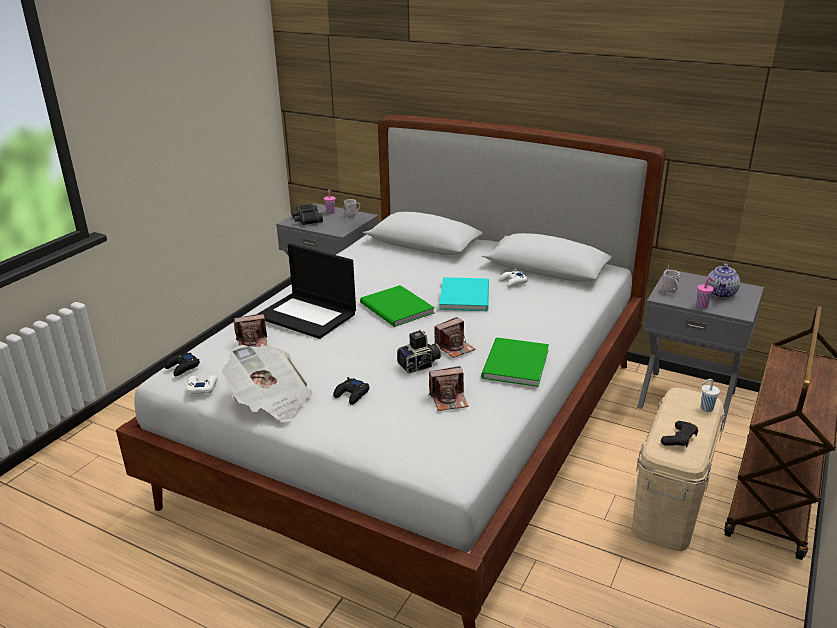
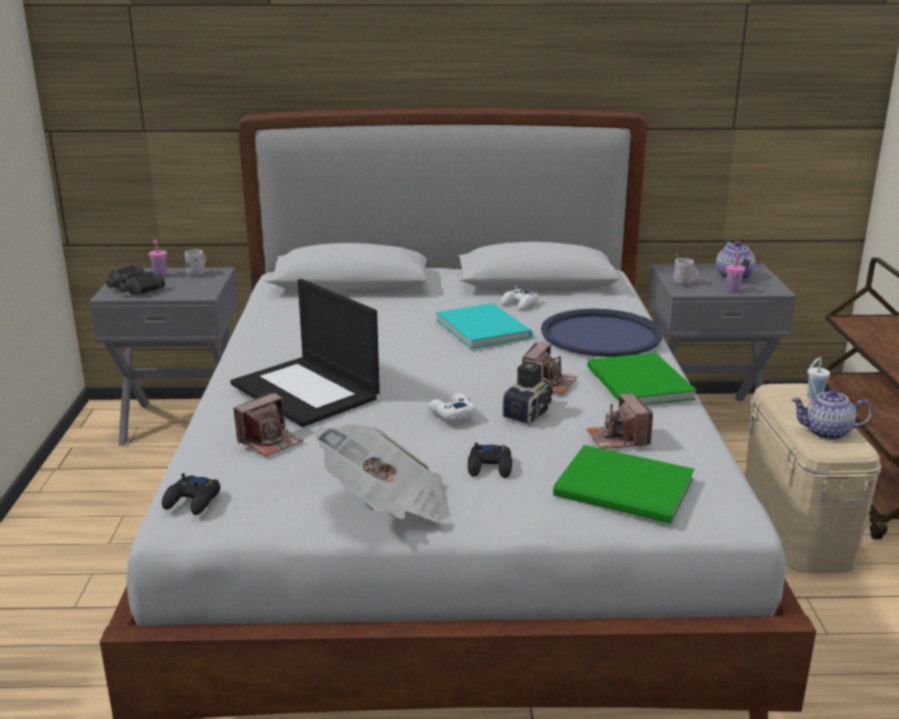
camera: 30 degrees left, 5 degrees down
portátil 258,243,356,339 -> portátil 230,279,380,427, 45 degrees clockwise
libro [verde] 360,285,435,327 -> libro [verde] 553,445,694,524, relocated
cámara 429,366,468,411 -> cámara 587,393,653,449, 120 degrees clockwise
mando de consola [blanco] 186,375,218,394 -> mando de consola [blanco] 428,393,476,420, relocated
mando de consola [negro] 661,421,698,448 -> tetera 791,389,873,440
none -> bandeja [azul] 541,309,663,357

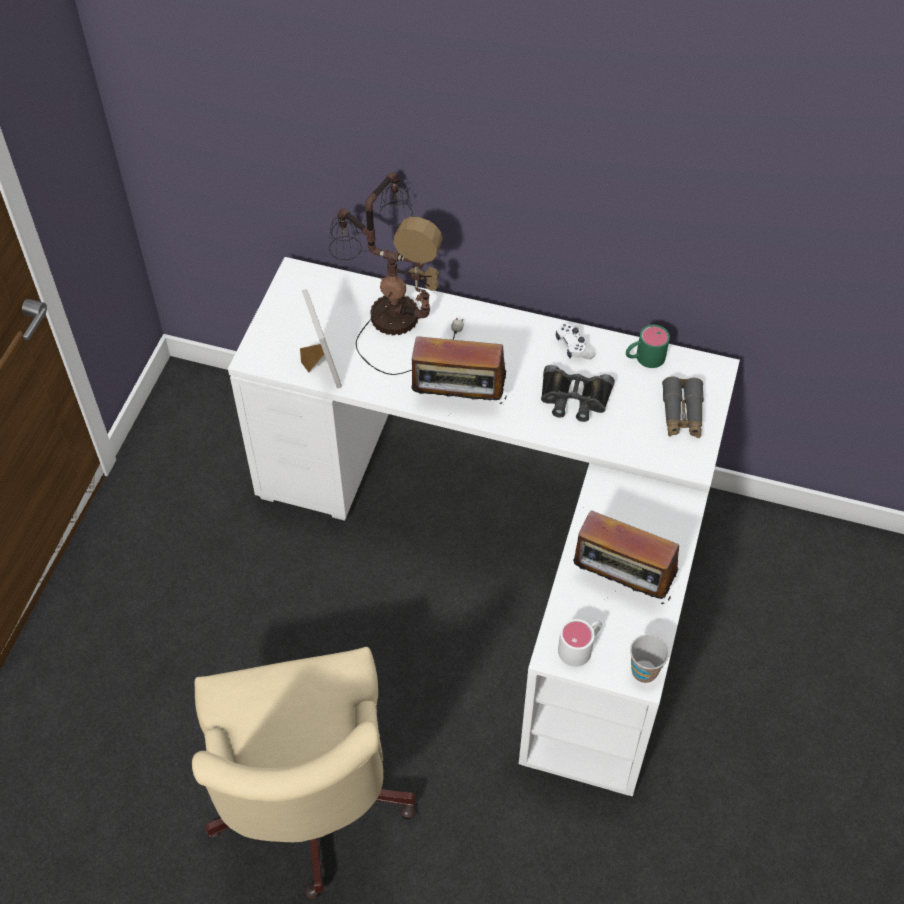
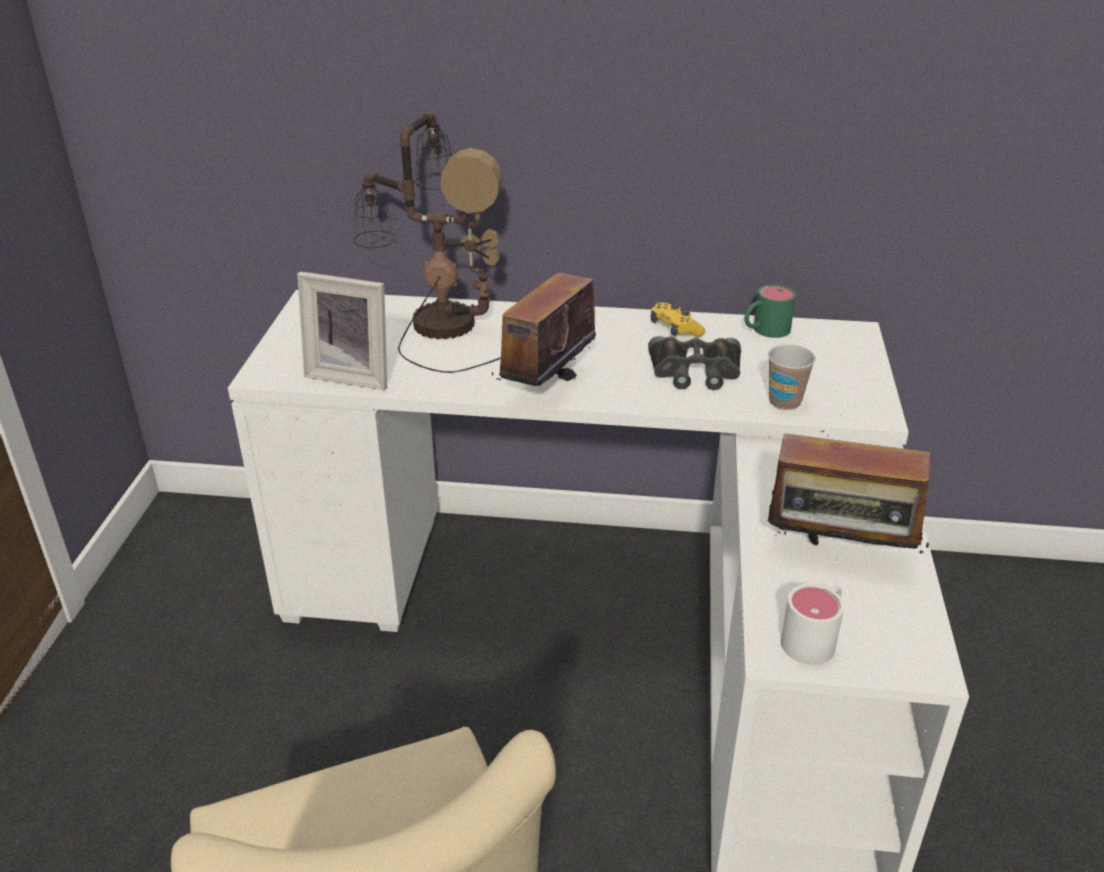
camera: 10 degrees left, 20 degrees down
portarretratos 300,289,342,389 -> portarretratos 297,271,387,390, 135 degrees clockwise
mando de consola [blanco] 556,323,596,359 -> mando de consola [amarillo] 651,302,705,337
radio 408,329,507,412 -> radio 491,252,605,386, 120 degrees clockwise
prismáticos [gris] 662,376,704,438 -> none
taza 630,634,669,683 -> taza 768,344,816,410, relocated

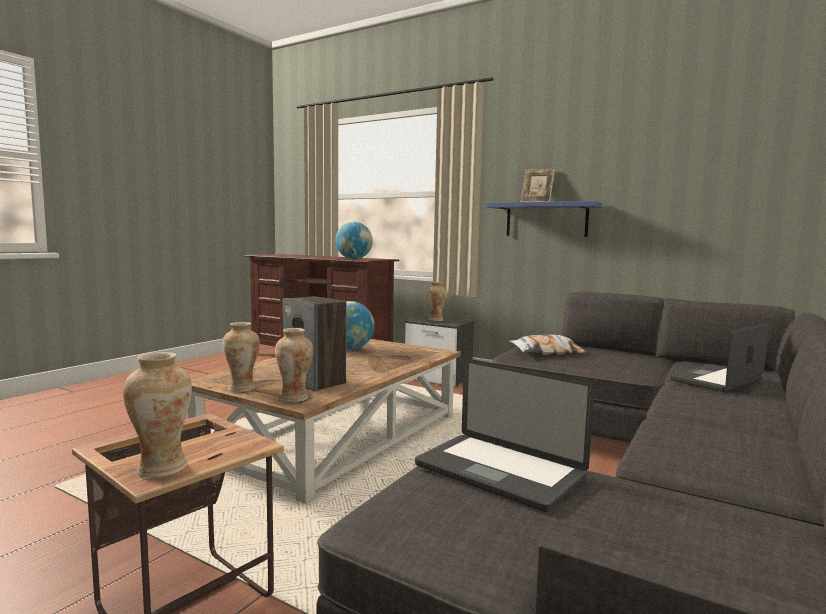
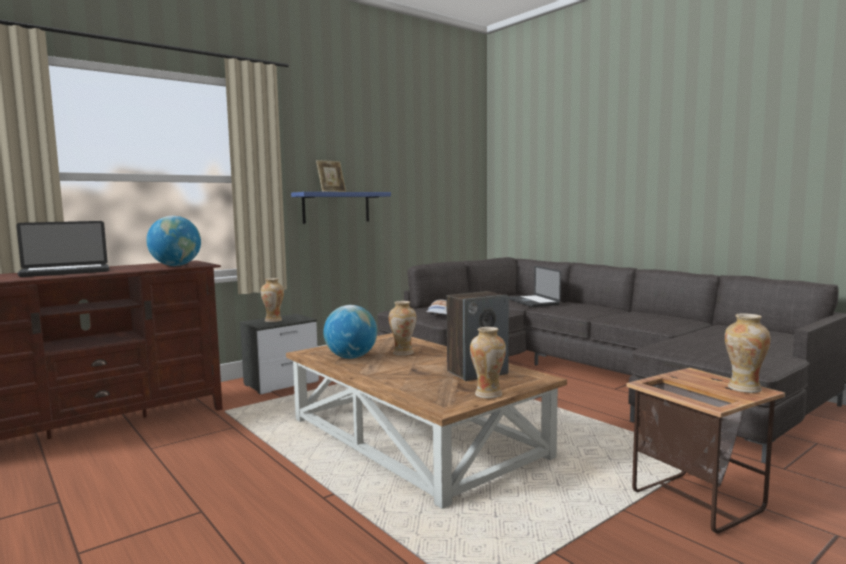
camera: 70 degrees left, 0 degrees up
florero 275,328,313,402 -> florero 389,301,416,356, relocated
portátil 415,359,594,512 -> portátil 16,221,109,277, relocated

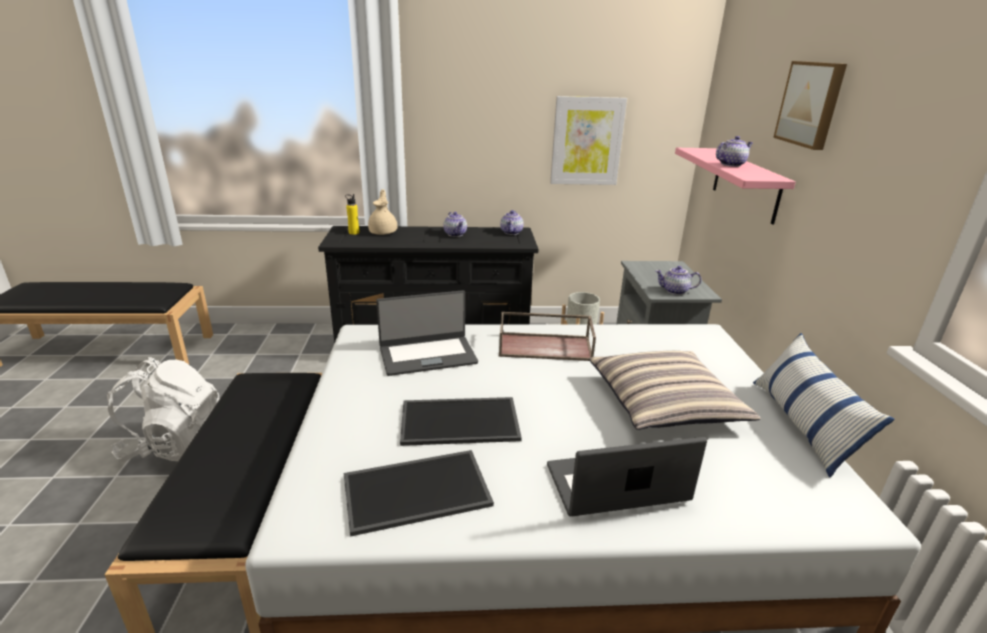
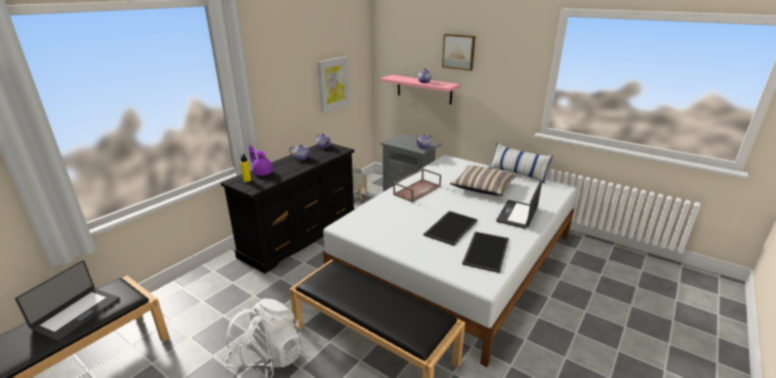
camera: 50 degrees left, 0 degrees up
tetera [beis] 368,189,397,235 -> tetera [morado] 249,145,273,176
portátil 376,290,478,376 -> portátil 15,260,120,342, relocated

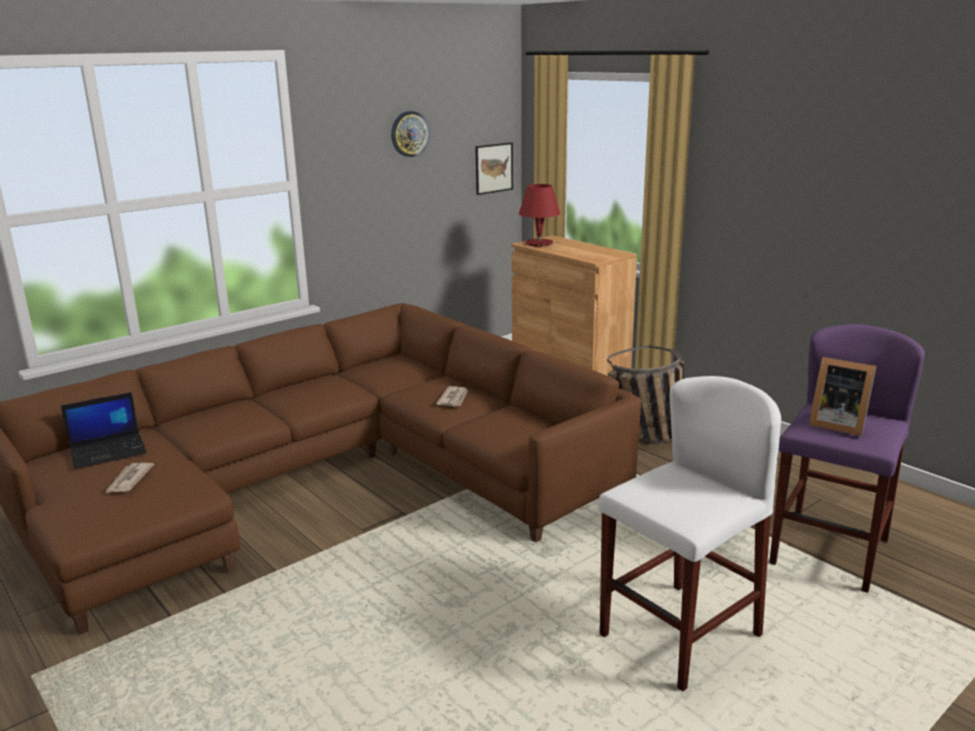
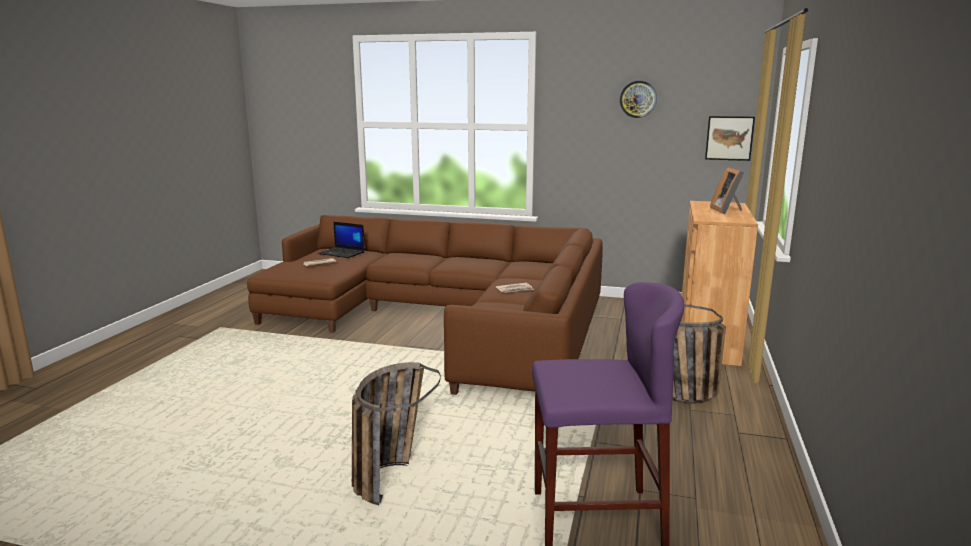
camera: 55 degrees right, 5 degrees down
lámpara de mesa [rojo] 519,184,560,247 -> none
portarretratos 809,357,877,436 -> portarretratos 710,167,744,214, relocated
taburete [blanco] 598,376,781,691 -> cesta 352,362,441,505

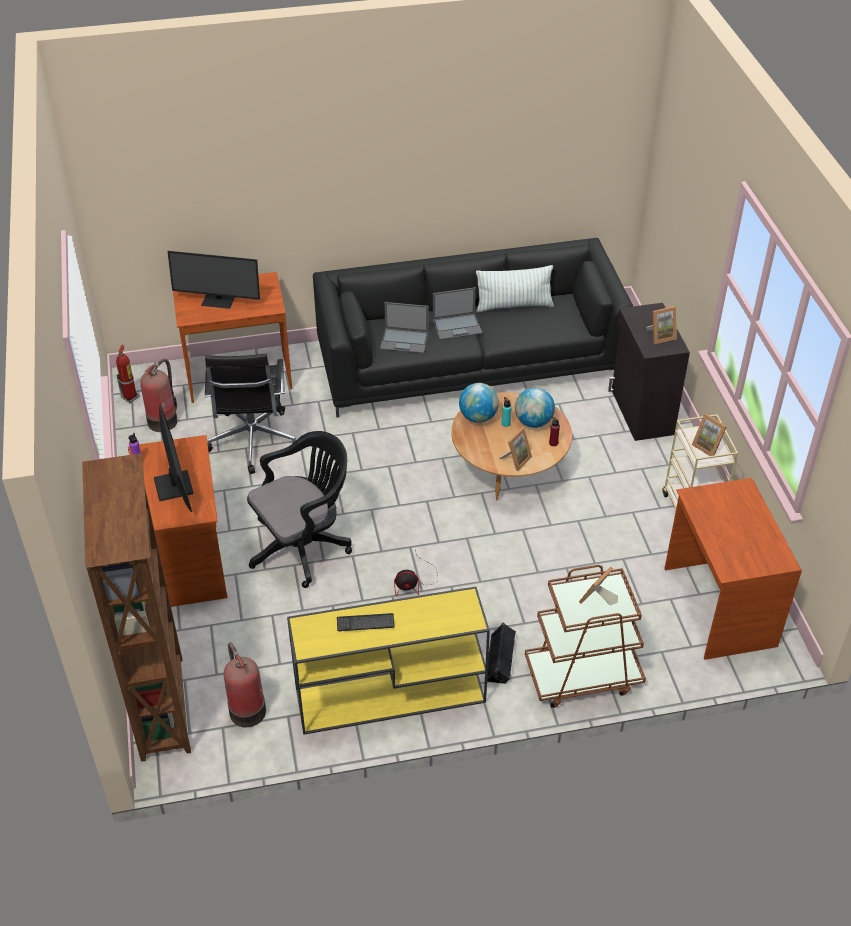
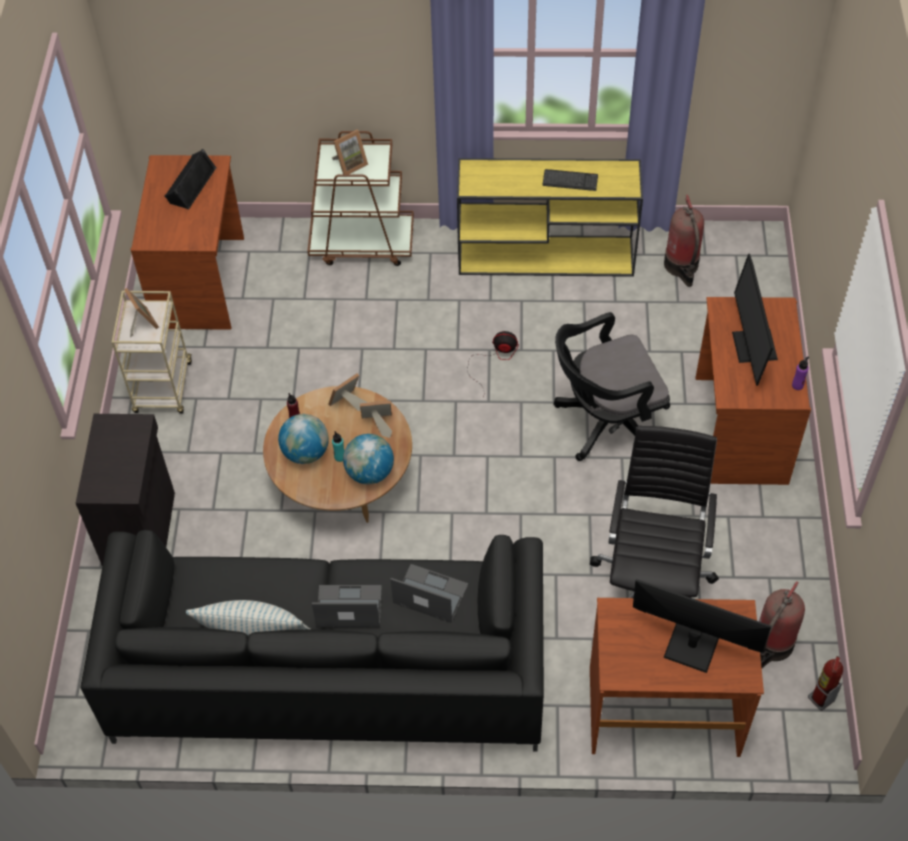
camera: 165 degrees left, 10 degrees up
portarretratos 646,306,677,344 -> portarretratos 360,400,392,438, relocated
estantería [marrón] 82,453,191,761 -> none
altavoz [negro] 487,622,516,684 -> altavoz [negro] 165,149,217,209, relocated

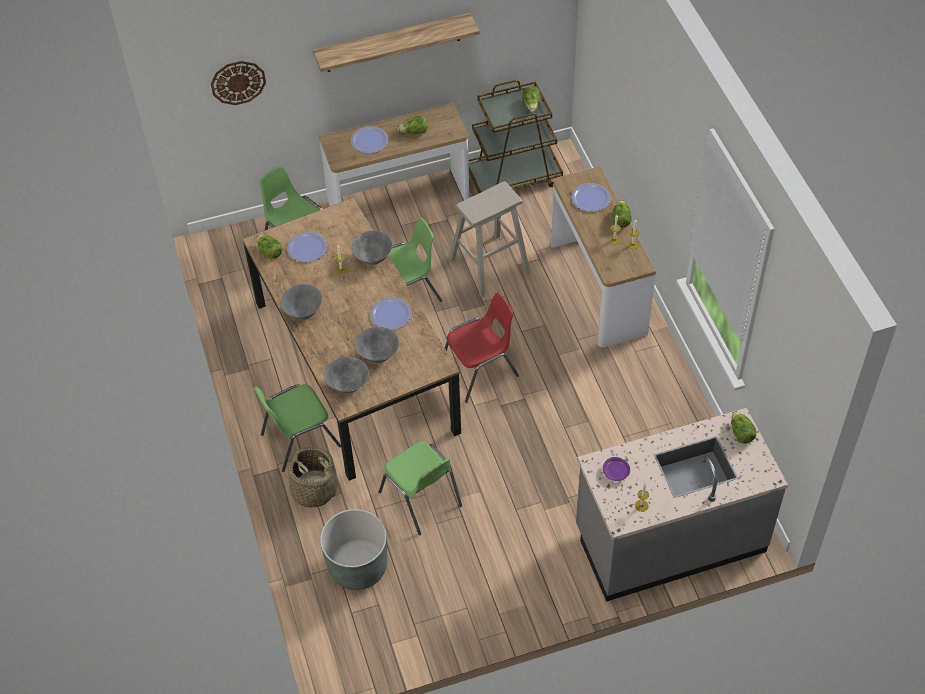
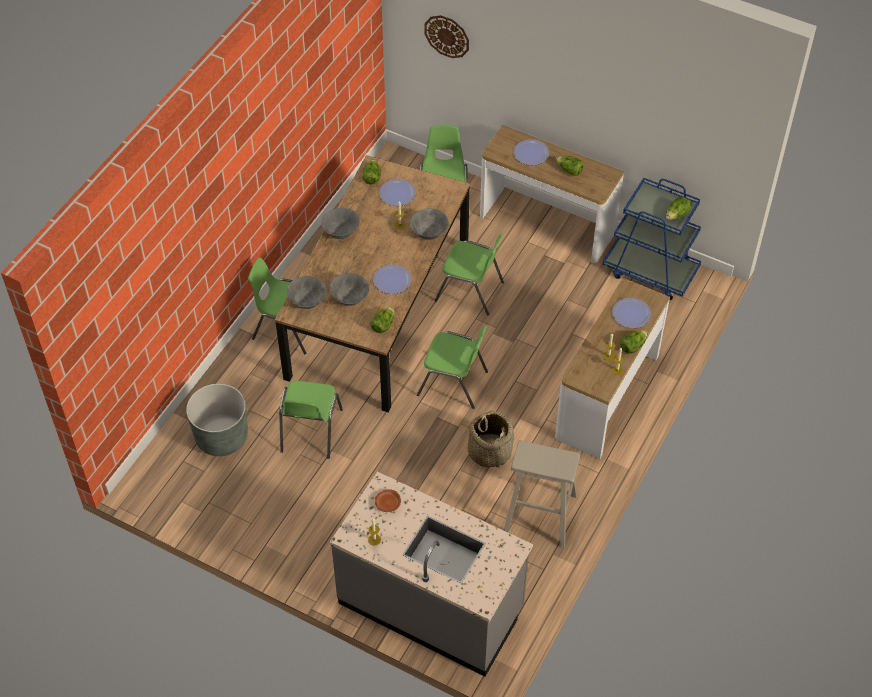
camera: 45 degrees right, 0 degrees up
estante 313,13,480,72 -> none
carrito [marrón] 468,80,563,193 -> carrito [azul] 603,178,701,300
taburete [beis] 449,181,531,297 -> taburete [beis] 504,440,580,548, relocated
silla [rojo] 445,292,519,403 -> silla [verde] 417,326,488,409
lechuga 731,411,757,444 -> lechuga 370,307,394,333, relocated
cesta 282,447,341,508 -> cesta 468,410,514,468, relocated
plato [morado] 603,457,630,481 -> plato [marrón] 375,489,401,512

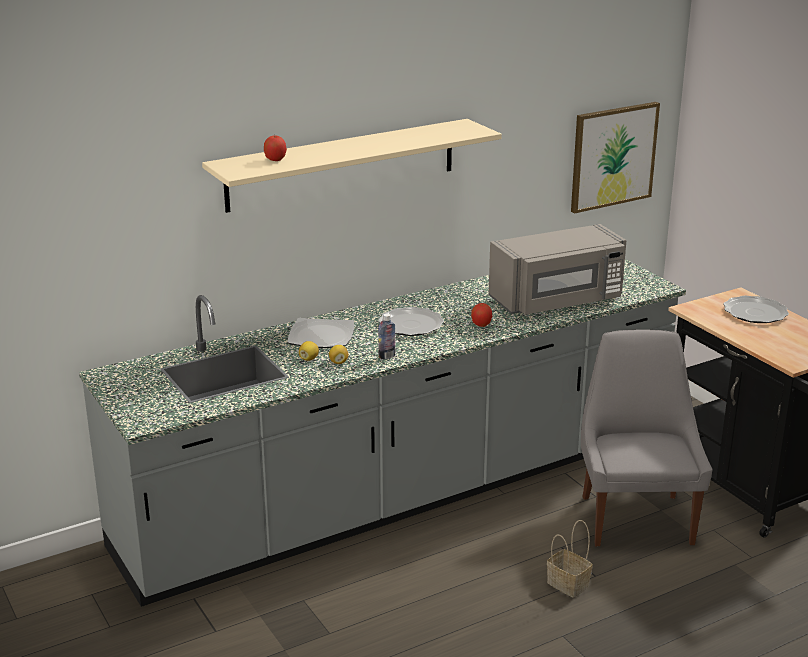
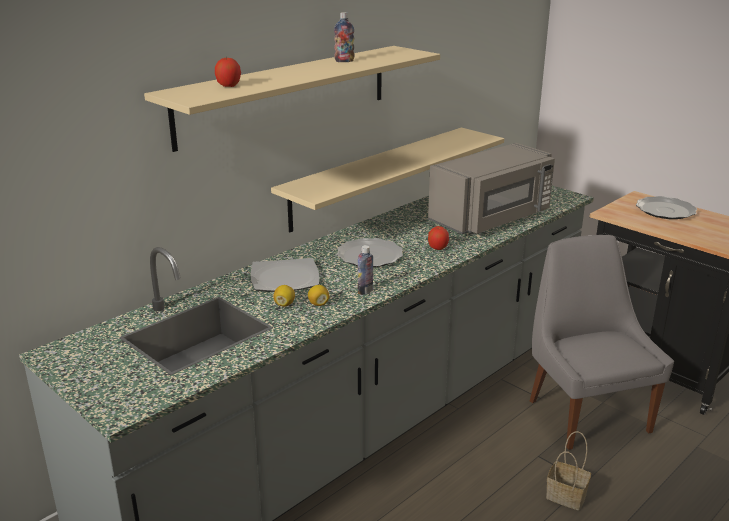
camera: 15 degrees left, 0 degrees up
cuadro 571,102,660,213 -> none
none -> botella 334,12,355,62
none -> estante [beis] 271,128,504,232

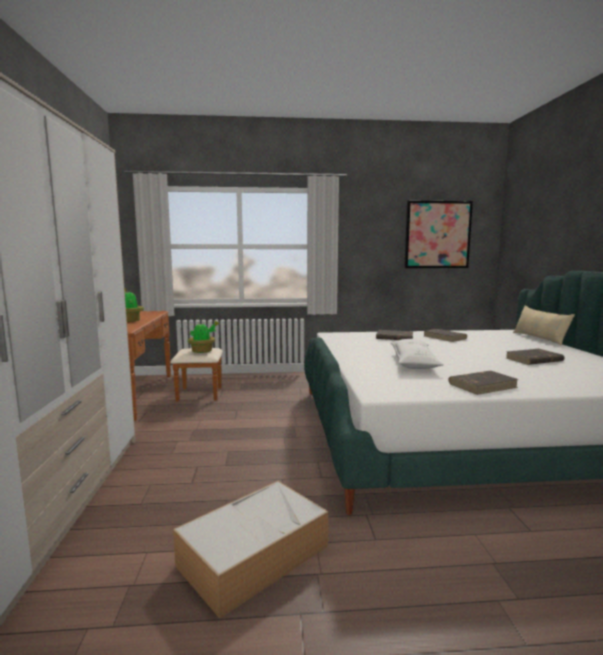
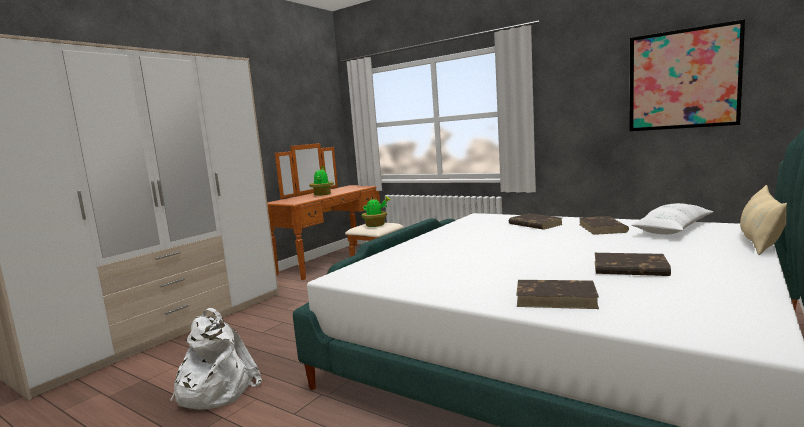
camera: 40 degrees right, 0 degrees up
cojín [blanco] 390,339,444,369 -> cojín [blanco] 631,203,713,234, relocated
libro [marrón] 448,371,519,395 -> libro [marrón] 516,280,599,309, relocated
caja de almacenaje 173,481,328,618 -> mochila [blanco] 170,308,262,410

